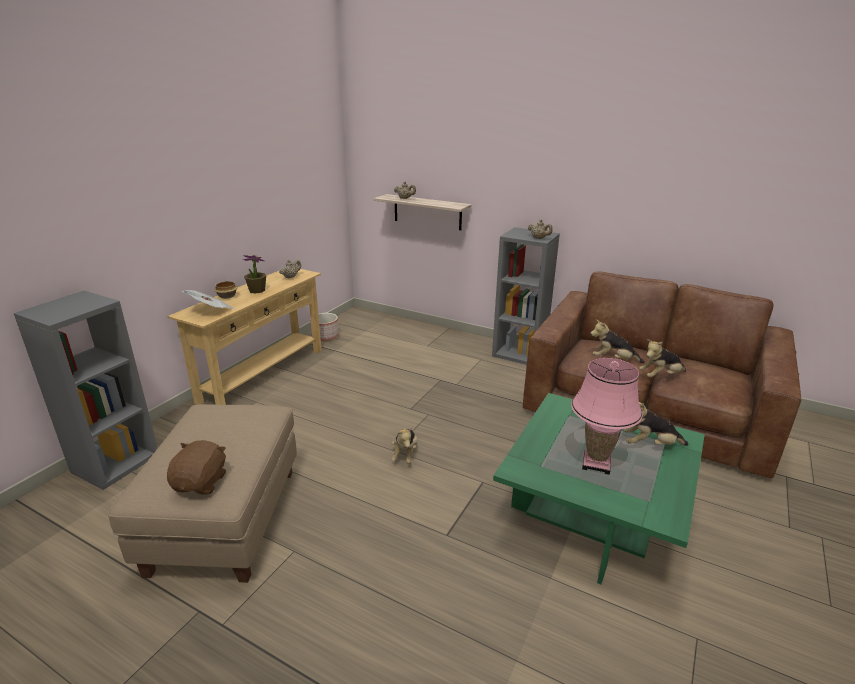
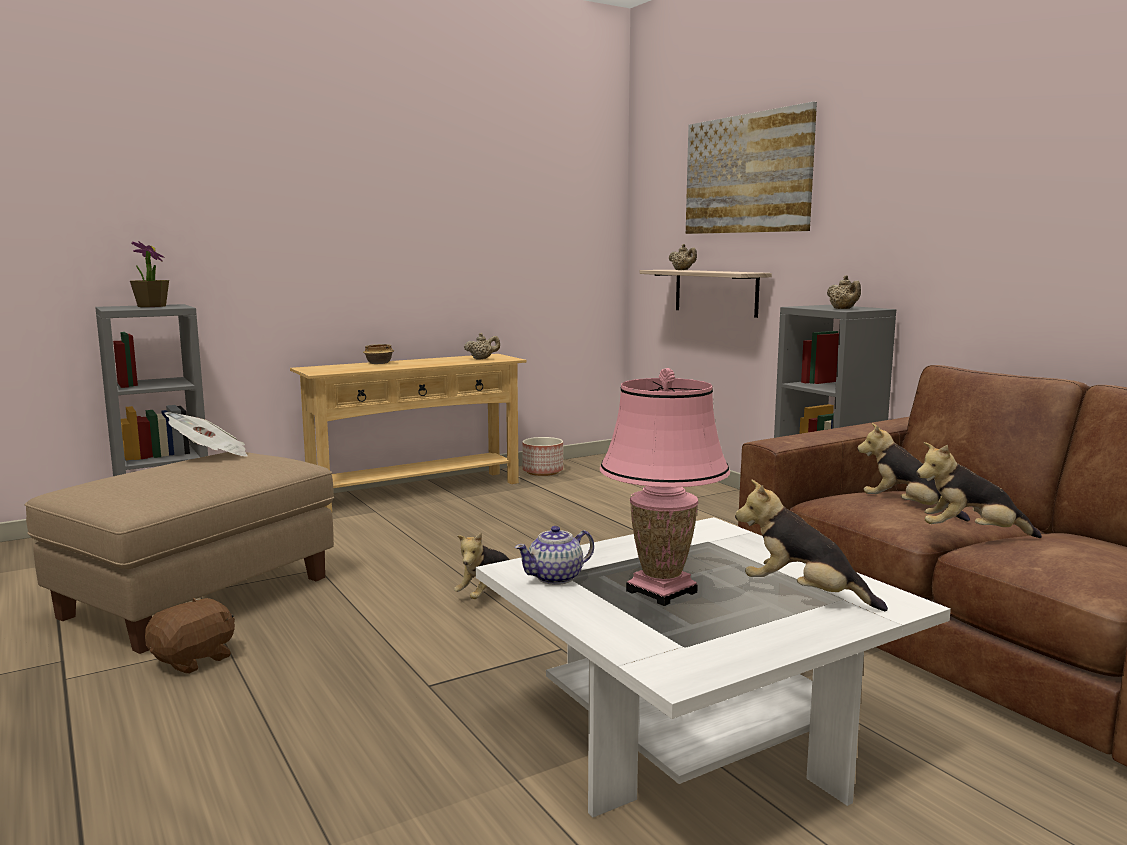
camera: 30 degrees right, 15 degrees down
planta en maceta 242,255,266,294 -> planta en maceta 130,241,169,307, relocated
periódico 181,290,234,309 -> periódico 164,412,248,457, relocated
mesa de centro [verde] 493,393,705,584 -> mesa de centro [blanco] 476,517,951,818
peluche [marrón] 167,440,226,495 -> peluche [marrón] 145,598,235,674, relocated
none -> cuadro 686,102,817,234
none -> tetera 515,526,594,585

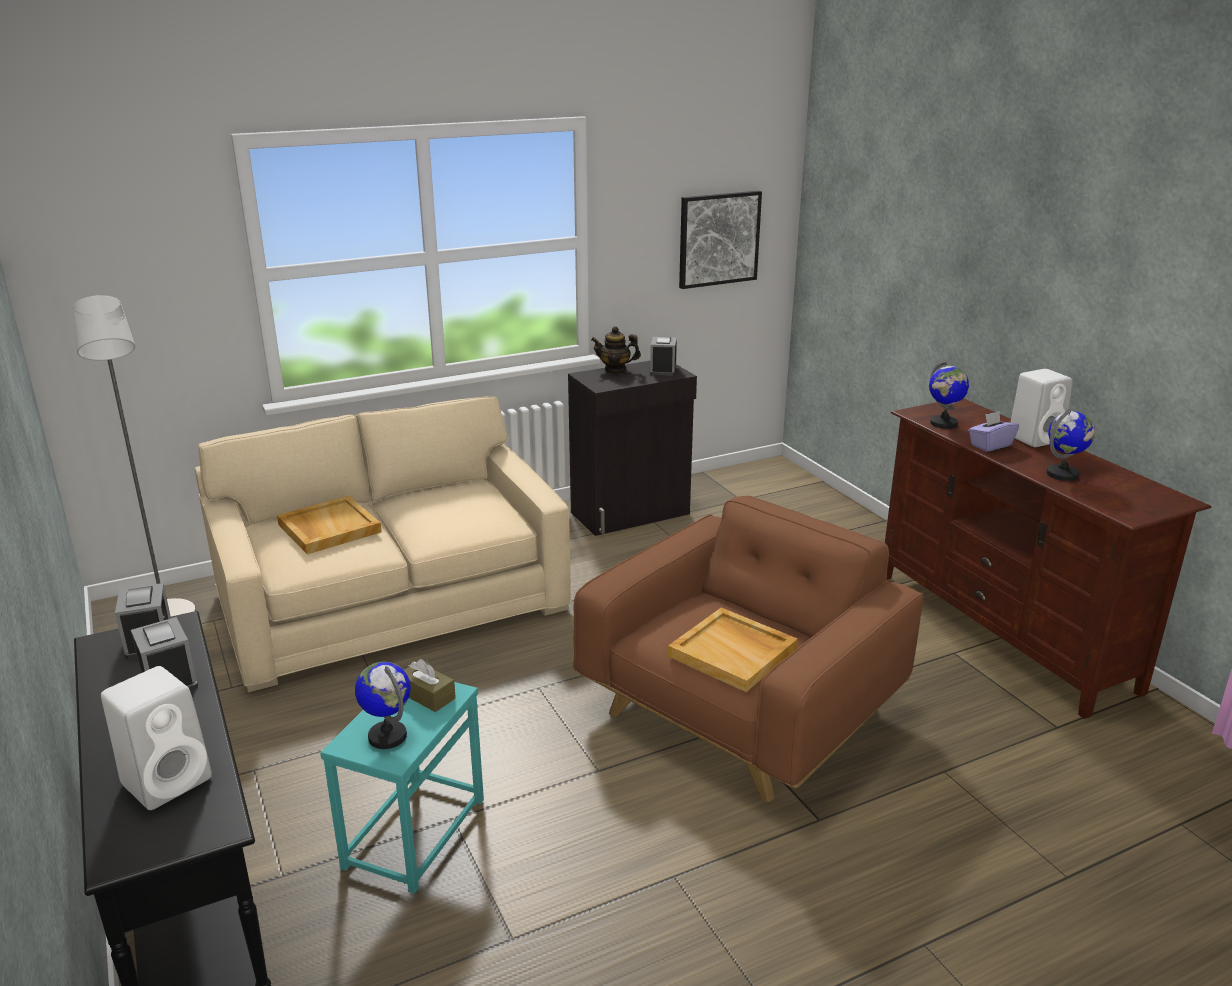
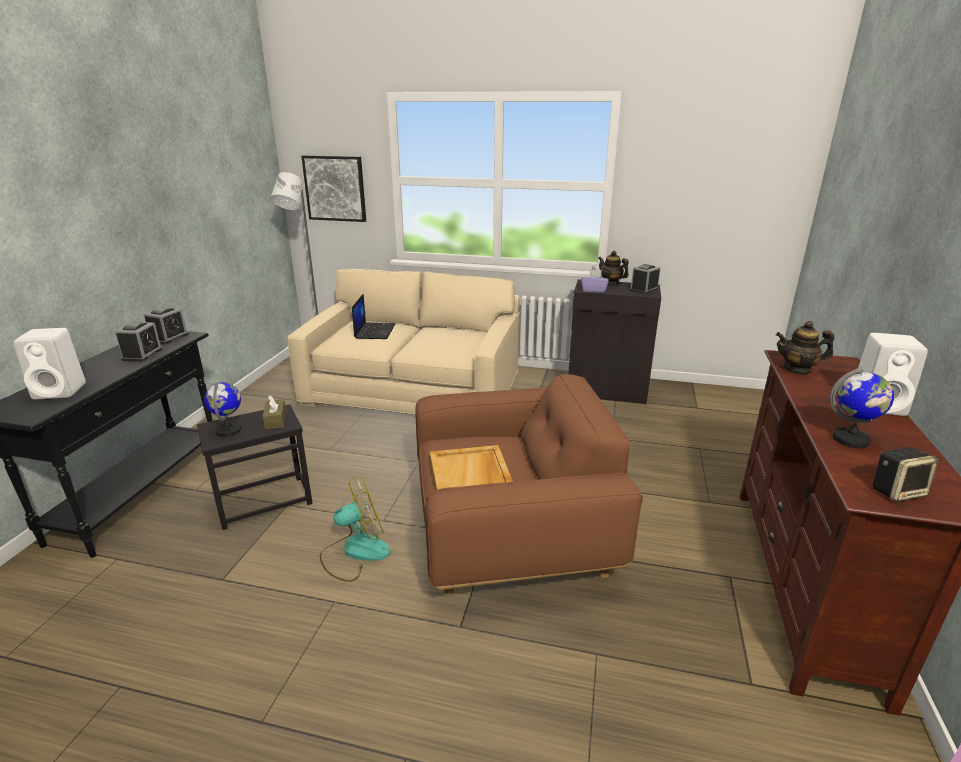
camera: 40 degrees right, 0 degrees up
cuadro 679,191,762,289 -> cuadro 301,155,366,222, relocated
globo terráqueo 929,360,969,429 -> tetera 776,321,835,375
caja de pañuelos [morado] 968,411,1019,452 -> caja de pañuelos [morado] 581,269,609,293, relocated
bandeja [beis] 277,496,382,554 -> portátil 352,294,395,339
mesa auxiliar [turquesa] 320,669,484,894 -> mesa auxiliar [negro] 197,404,313,530
none -> altavoz 872,447,938,502
none -> ventilador 320,477,391,582

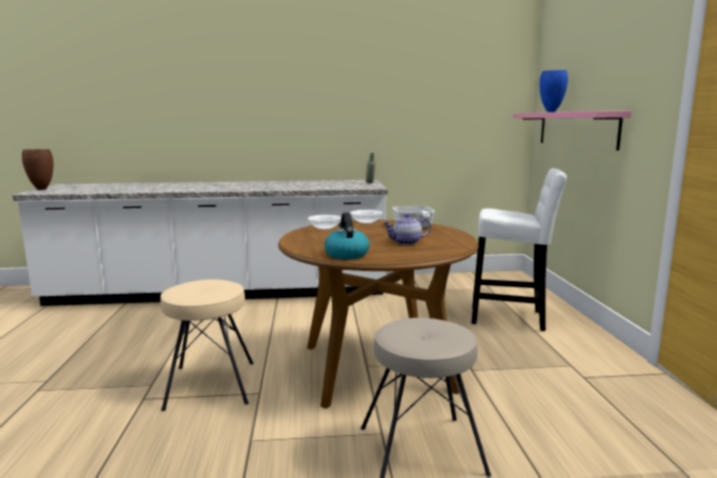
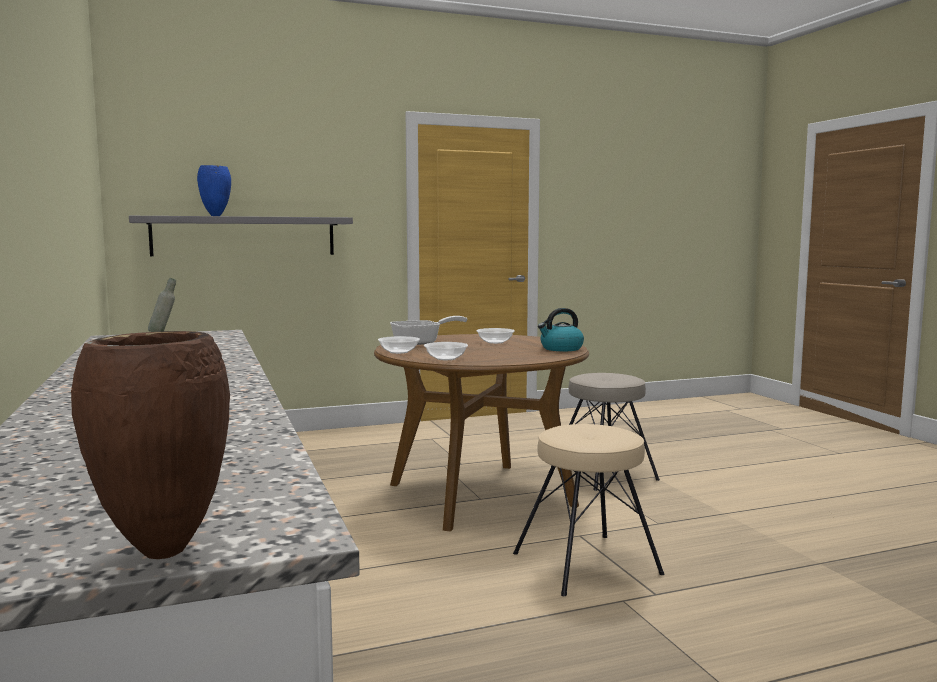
camera: 105 degrees left, 5 degrees down
estante [rosa] 513,111,632,150 -> estante [gris] 129,216,353,256
taburete [blanco] 471,168,567,331 -> none
tetera 383,214,431,245 -> cuenco 476,328,515,344

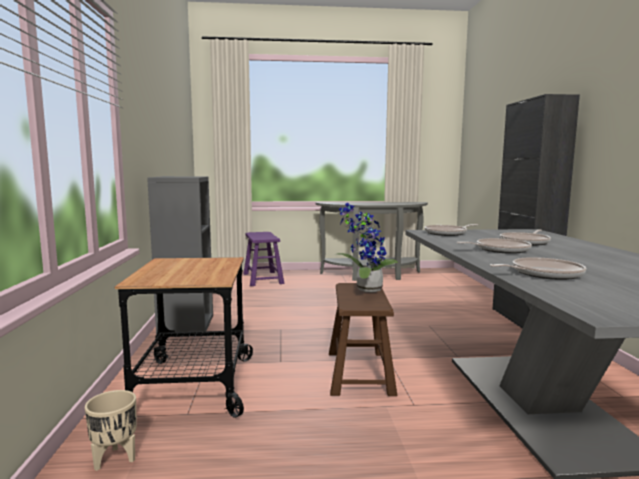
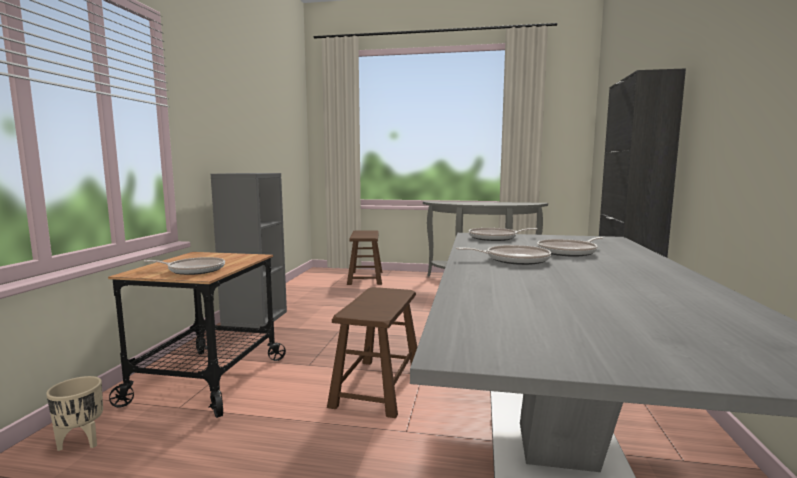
camera: 15 degrees right, 0 degrees up
planta en maceta 334,203,398,292 -> none
taburete [morado] 243,232,285,286 -> taburete [marrón] 347,230,382,285
sartén 490,257,586,280 -> sartén 143,257,225,275, relocated

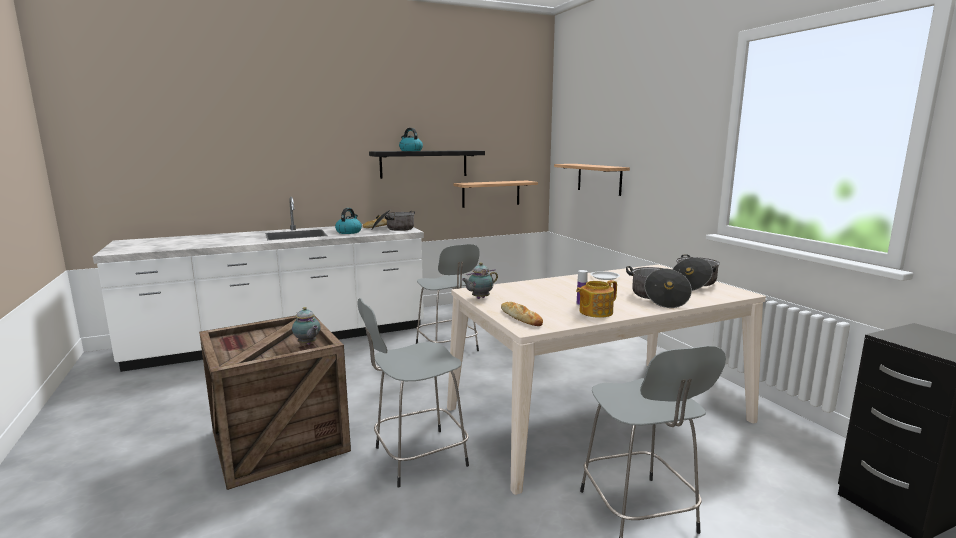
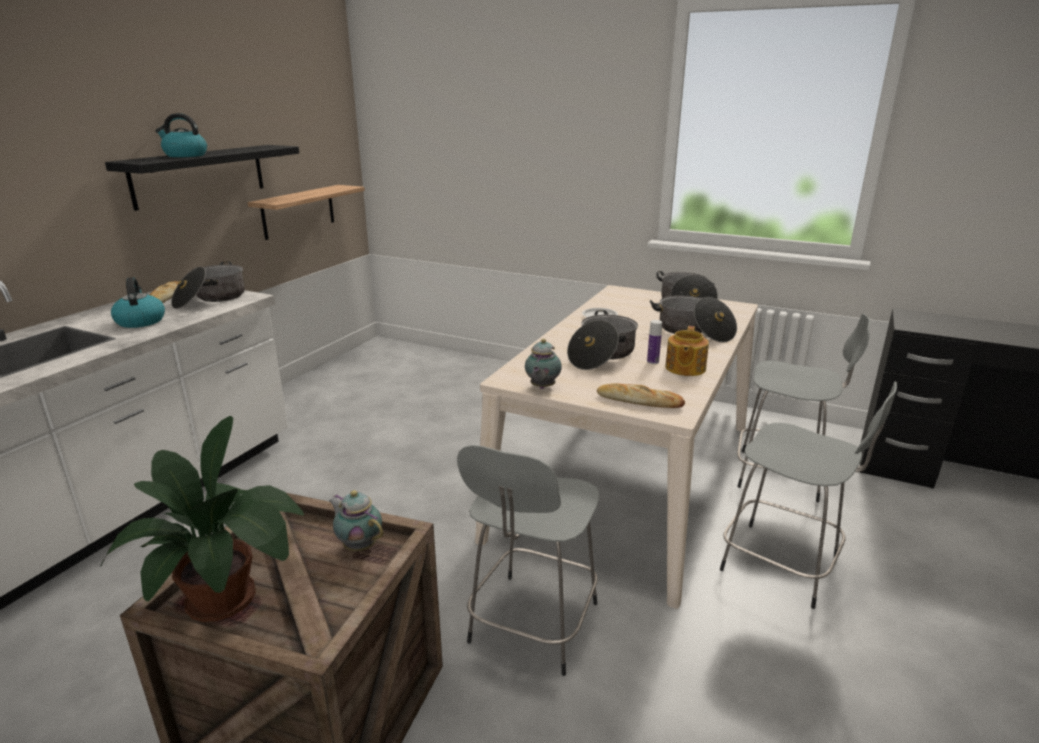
camera: 40 degrees left, 10 degrees up
estante 554,164,630,196 -> none
taburete [gris] 416,244,480,351 -> taburete [gris] 737,314,870,502, relocated
tetera 292,307,321,345 -> tetera 329,490,383,551, 150 degrees counterclockwise
none -> olla 567,310,638,370
none -> planta en maceta 100,416,304,622

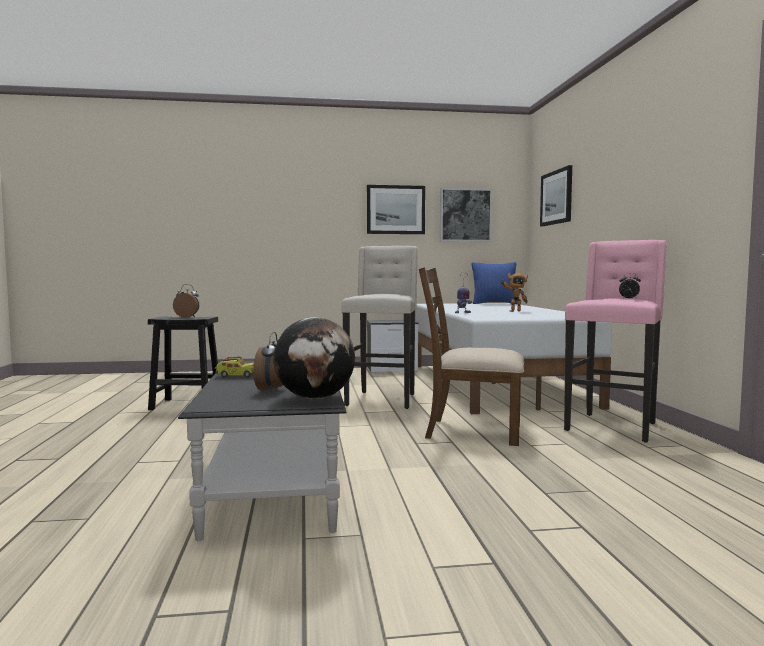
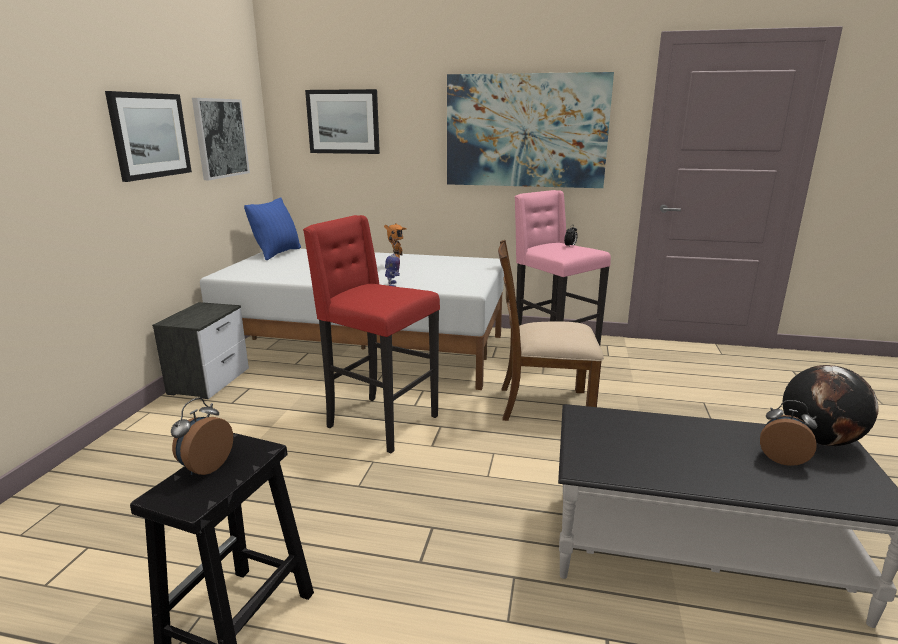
camera: 70 degrees left, 15 degrees up
taburete [beis] 342,246,418,409 -> taburete [rojo] 303,215,440,453
silla [marrón] 419,267,524,446 -> silla [marrón] 498,240,604,421, 60 degrees clockwise
camión de juguete 215,357,254,378 -> none
none -> cuadro 447,72,614,188

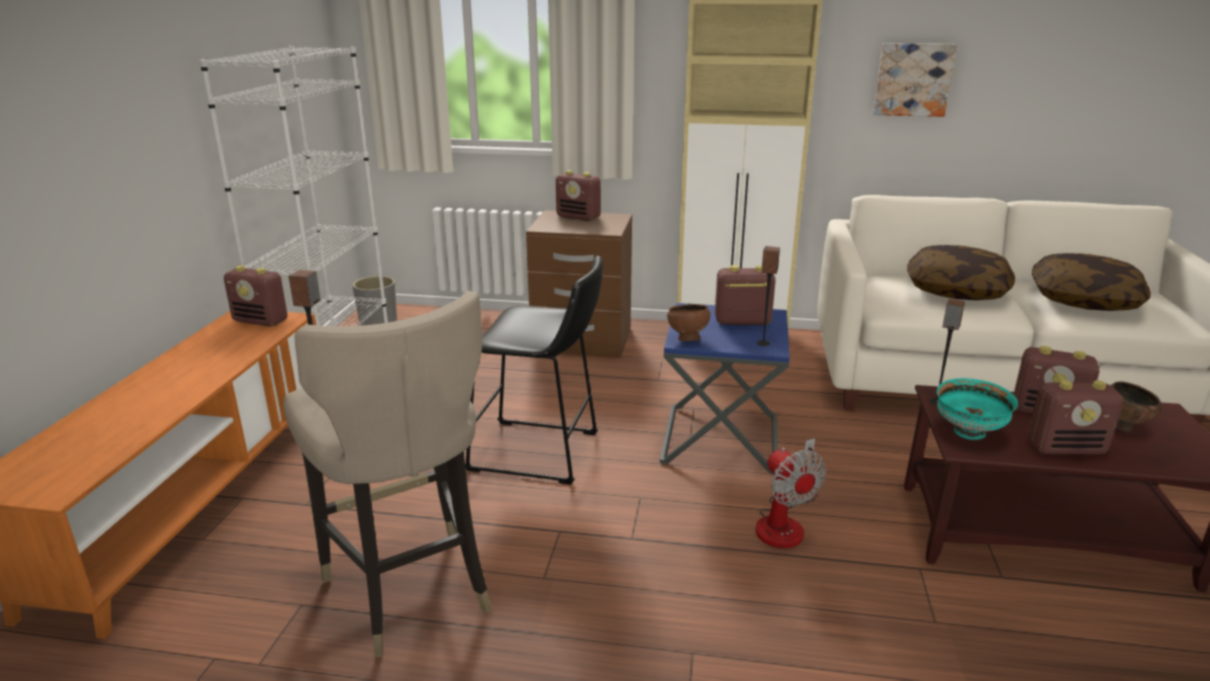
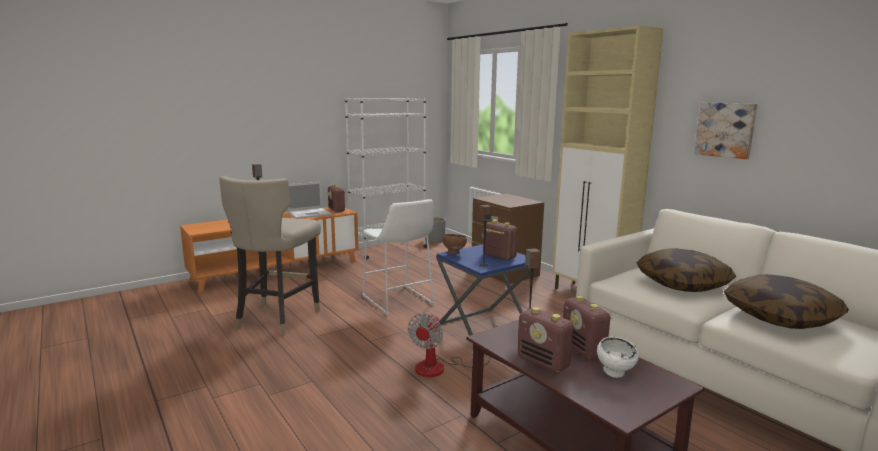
camera: 45 degrees right, 10 degrees down
radio 556,170,601,221 -> none
taburete [negro] 465,256,603,485 -> taburete [blanco] 362,199,434,316
cuenco [turquesa] 937,378,1018,440 -> none
cuenco [marrón] 1110,381,1161,431 -> cuenco [blanco] 597,336,639,378
none -> portátil 287,182,332,219

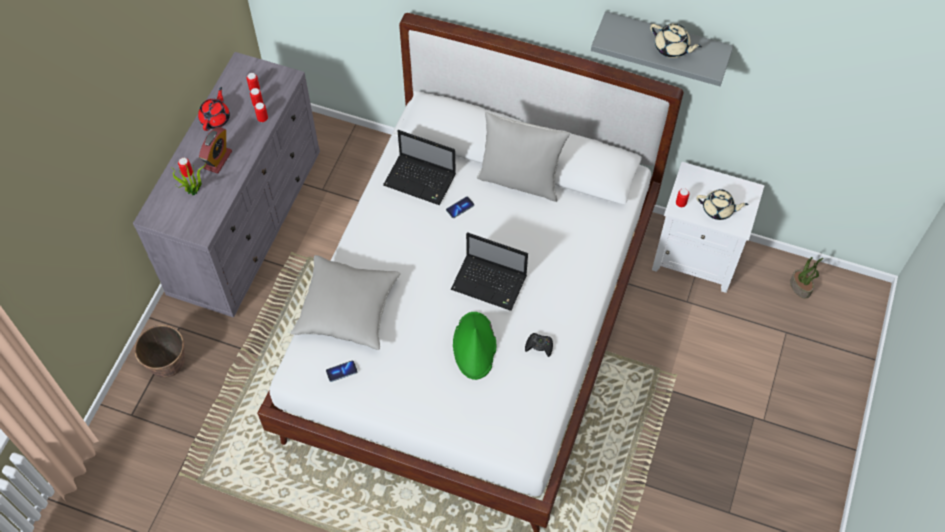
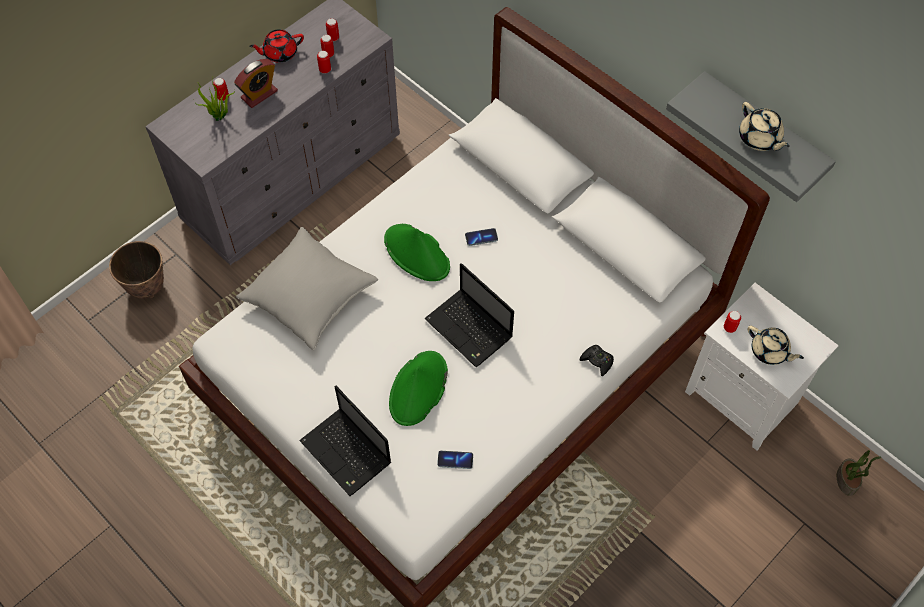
camera: 25 degrees right, 0 degrees up
tetera [rojo] 198,87,230,131 -> tetera [rojo] 249,29,304,63, 150 degrees counterclockwise
cojín [gris] 477,111,570,202 -> none
portátil 383,130,456,205 -> portátil 299,385,391,496, relocated
mando de consola [negro] 525,333,553,357 -> mando de consola [negro] 580,345,614,376, relocated
móvil 326,361,358,382 -> móvil 437,451,473,469, relocated
none -> sombrero [verde] 384,224,450,281

